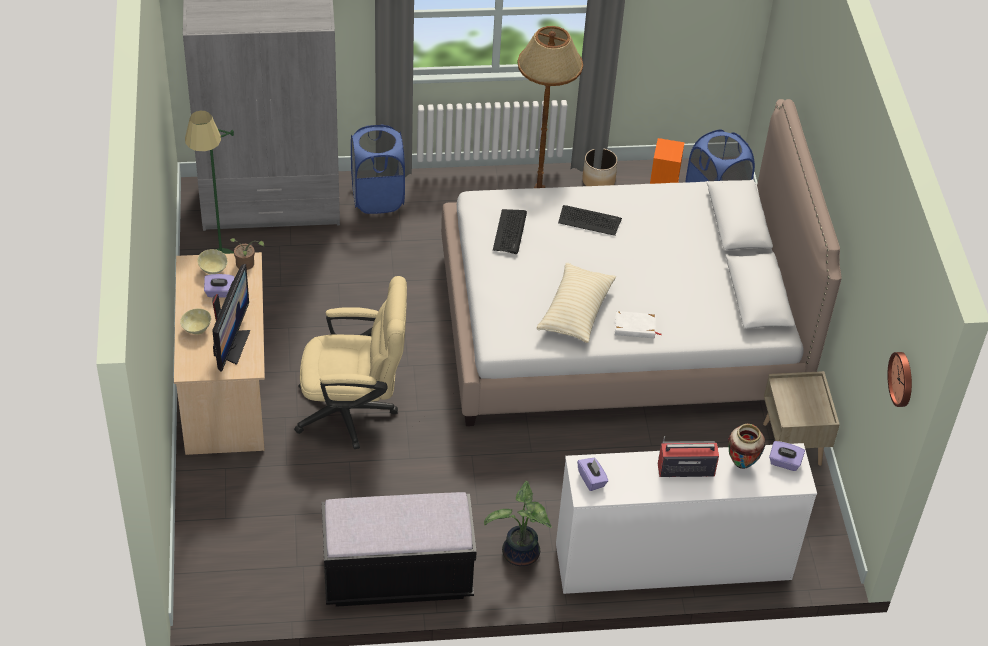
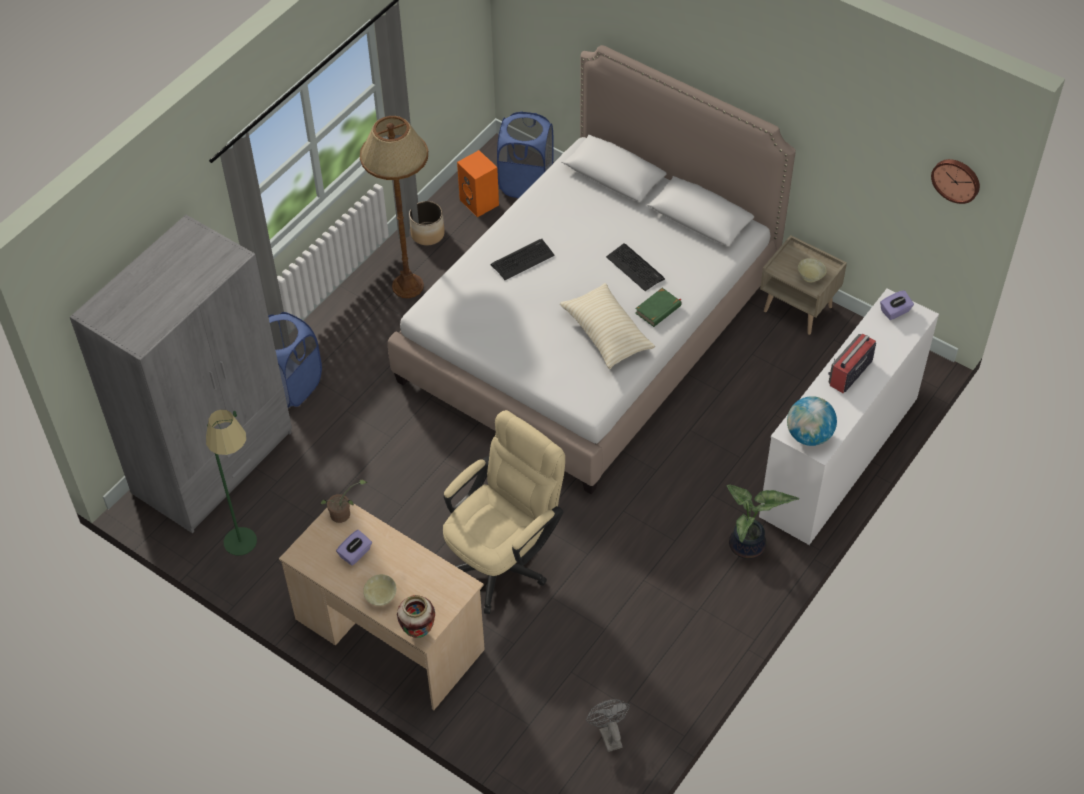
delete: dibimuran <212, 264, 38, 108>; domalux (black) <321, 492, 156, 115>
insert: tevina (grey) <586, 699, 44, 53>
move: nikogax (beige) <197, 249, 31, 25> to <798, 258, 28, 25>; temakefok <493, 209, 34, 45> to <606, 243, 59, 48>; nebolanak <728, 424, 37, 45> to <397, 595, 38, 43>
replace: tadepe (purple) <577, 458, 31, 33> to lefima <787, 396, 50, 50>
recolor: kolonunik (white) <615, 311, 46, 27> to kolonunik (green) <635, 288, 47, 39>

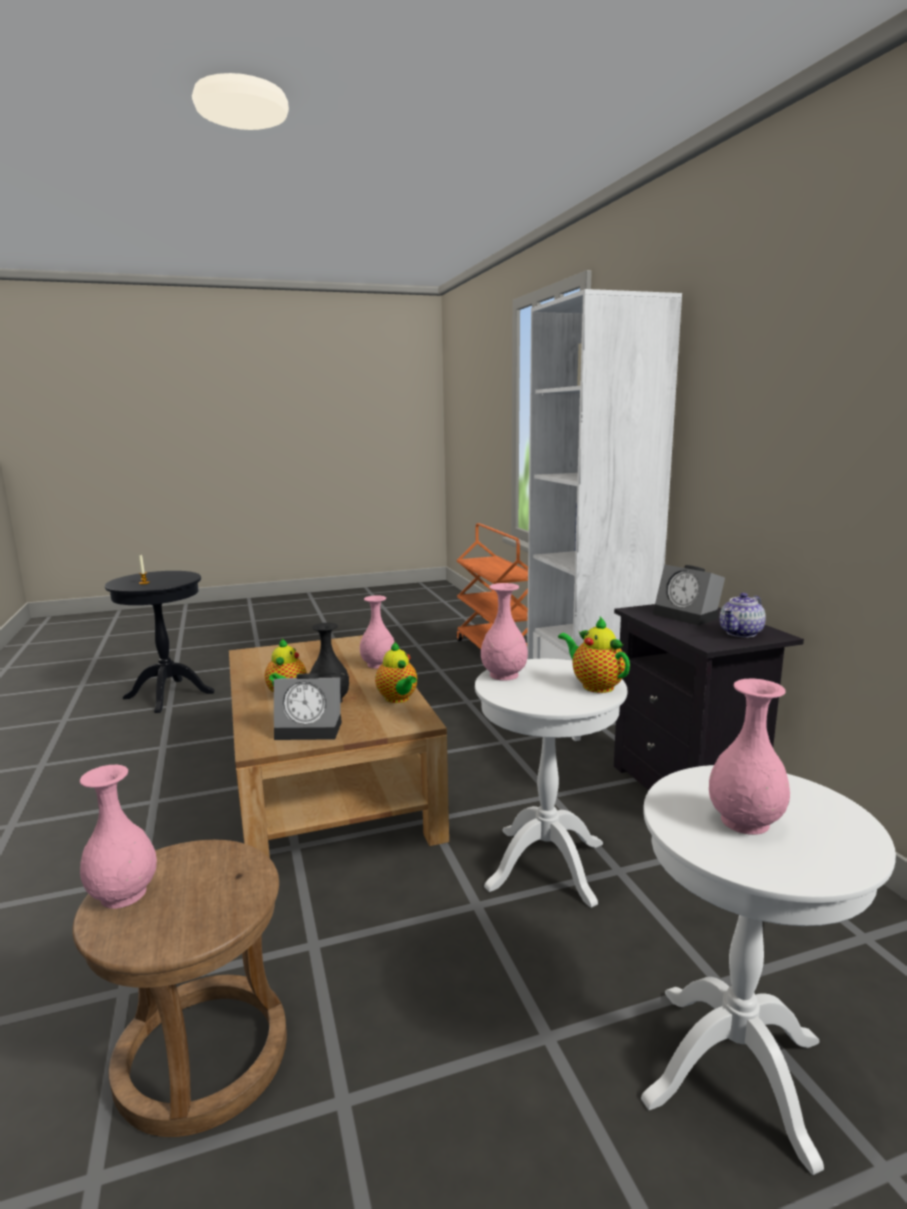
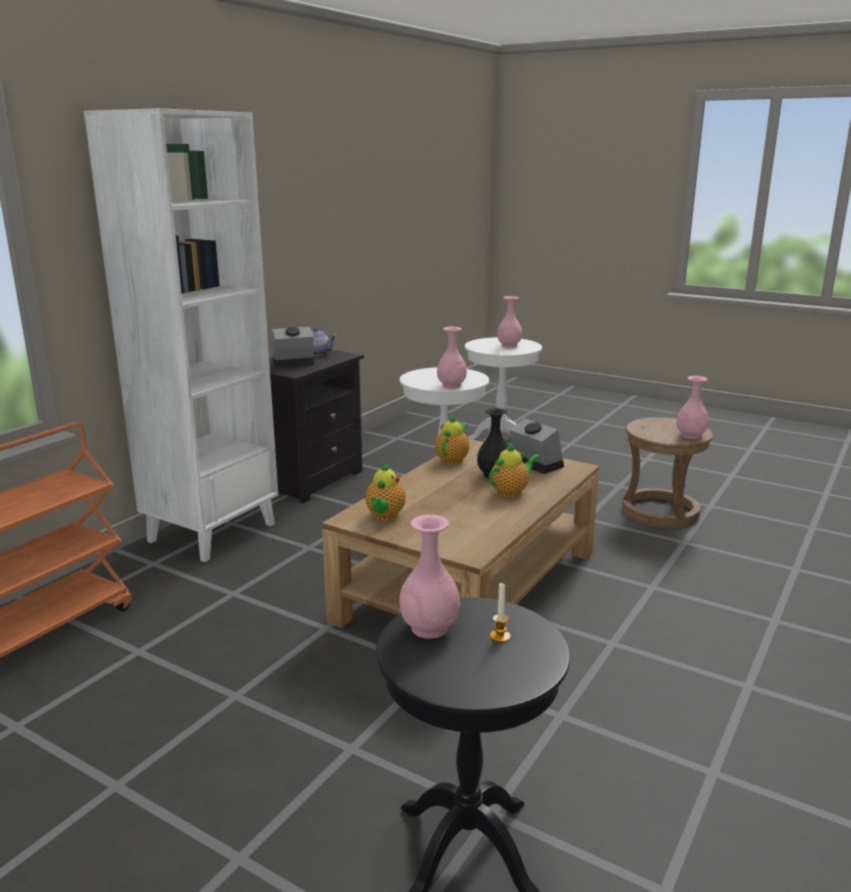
move: nebolanak (pink) <360, 596, 35, 73> to <399, 515, 61, 124>; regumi <558, 616, 72, 77> to <365, 462, 41, 58>
rotate: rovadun <653, 564, 72, 62> = <272, 327, 42, 41> 120 degrees counterclockwise

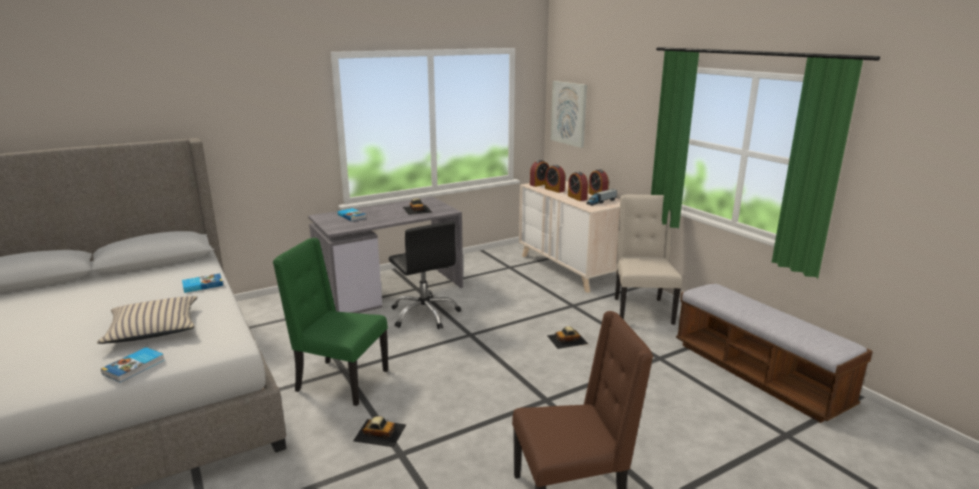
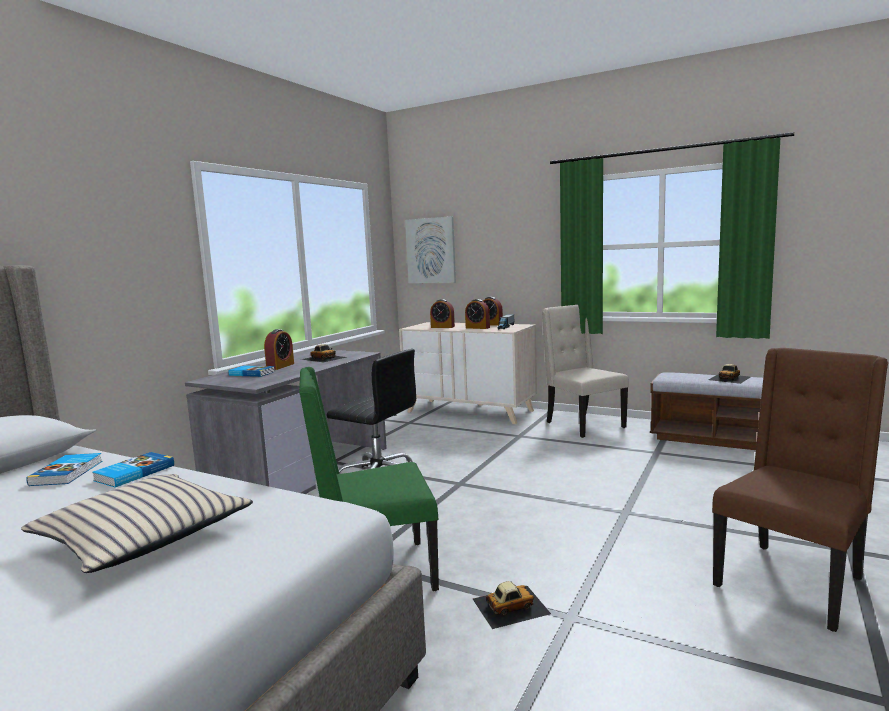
move: kolonunik <101, 347, 64, 35> to <26, 453, 77, 33>; rovadun <530, 160, 19, 27> to <264, 329, 30, 41>; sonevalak <547, 326, 41, 23> to <708, 364, 42, 20>

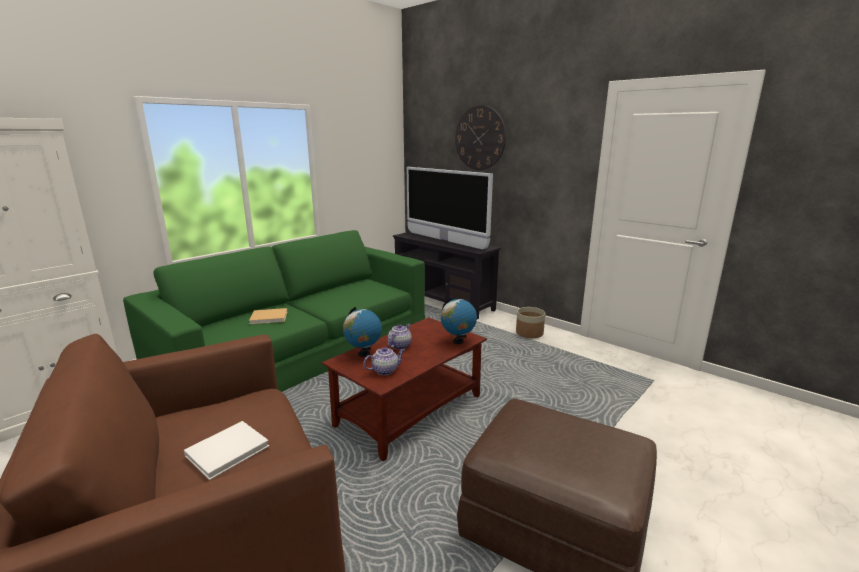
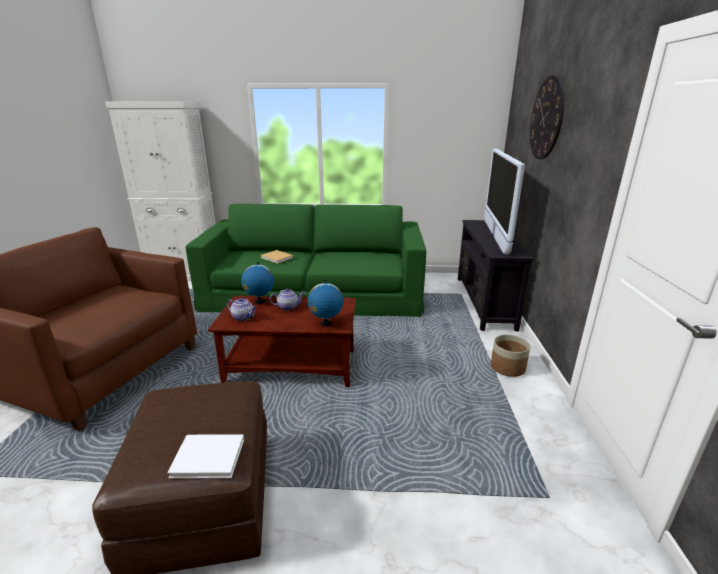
move: kolonunik (white) <184, 421, 85, 59> to <167, 434, 77, 45>

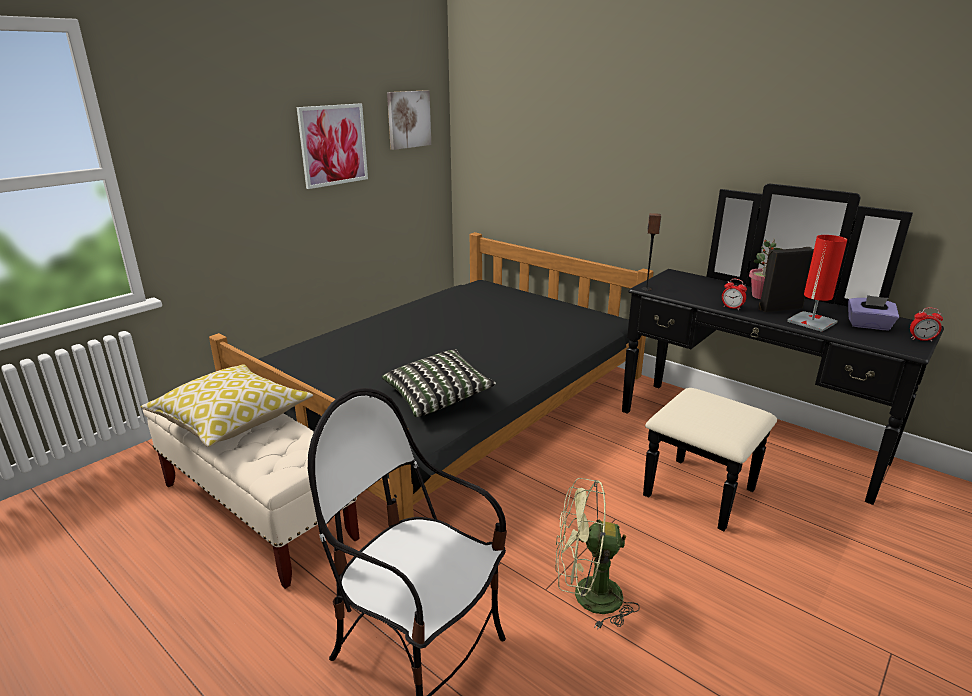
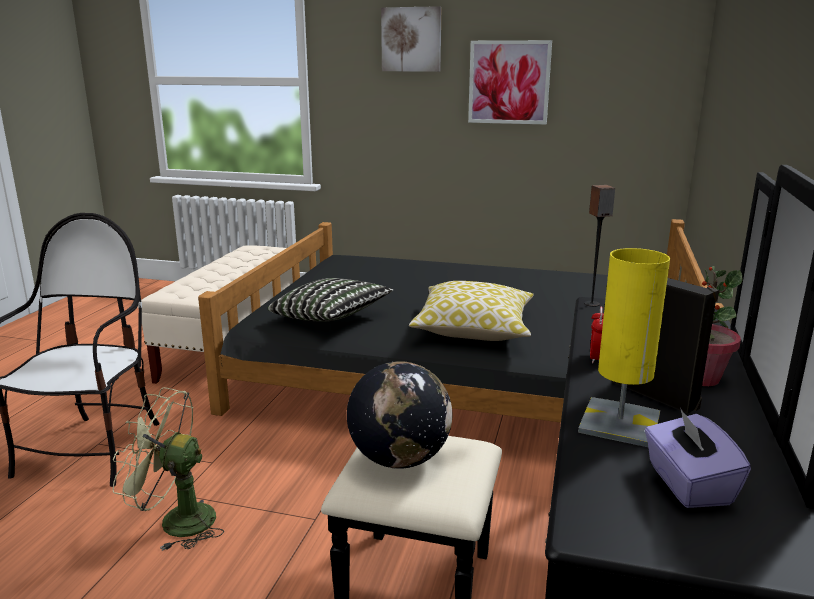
delete: rovadun <910, 308, 33, 34>
insert: lefima <347, 361, 105, 108>
move: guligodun <141, 364, 172, 83> to <409, 281, 125, 60>; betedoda <387, 90, 44, 60> to <381, 6, 60, 66>
recolor: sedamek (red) <787, 235, 60, 97> to sedamek (yellow) <578, 248, 92, 199>
rotate: tevina (green) <555, 478, 85, 152> = <113, 387, 111, 164> 60 degrees counterclockwise

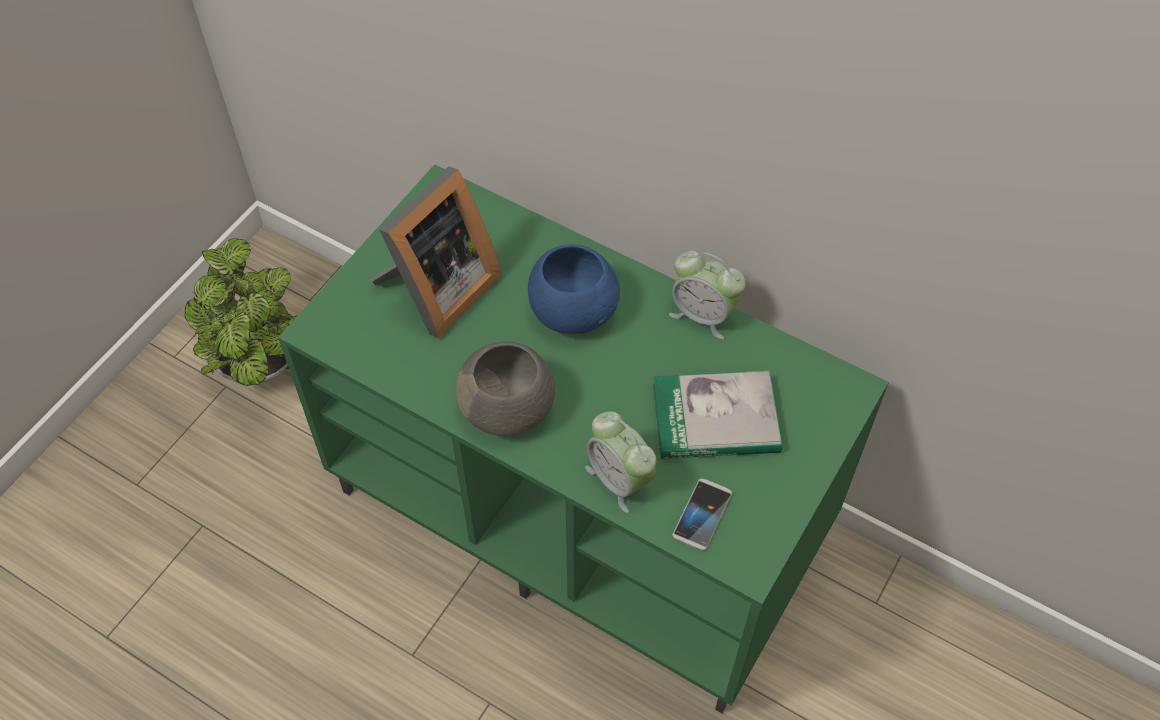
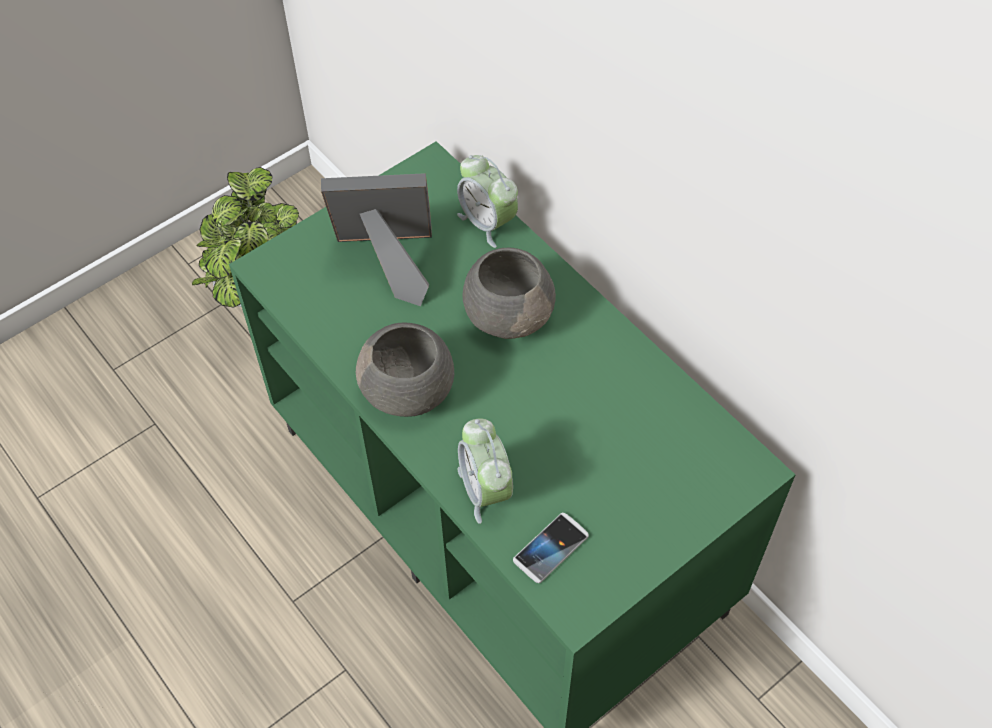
delete: kolonunik <653, 371, 129, 88>
move: rovadun <669, 251, 76, 88> to <457, 155, 61, 93>
recolor: nikogax (blue) <528, 244, 92, 90> to nikogax (grey) <463, 248, 93, 91>
rotate: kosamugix <370, 166, 132, 172> = <321, 173, 111, 133> 150 degrees counterclockwise

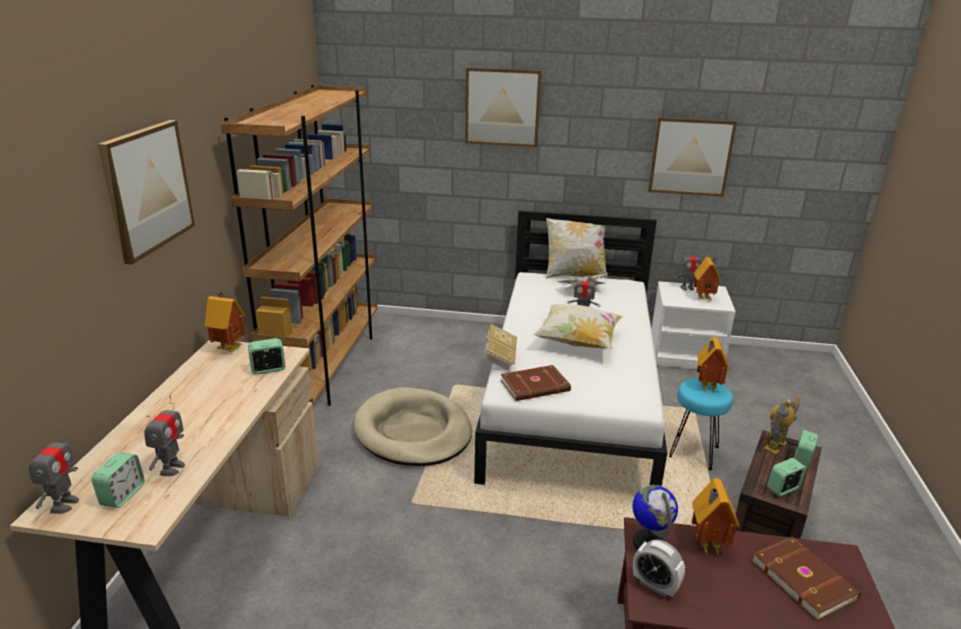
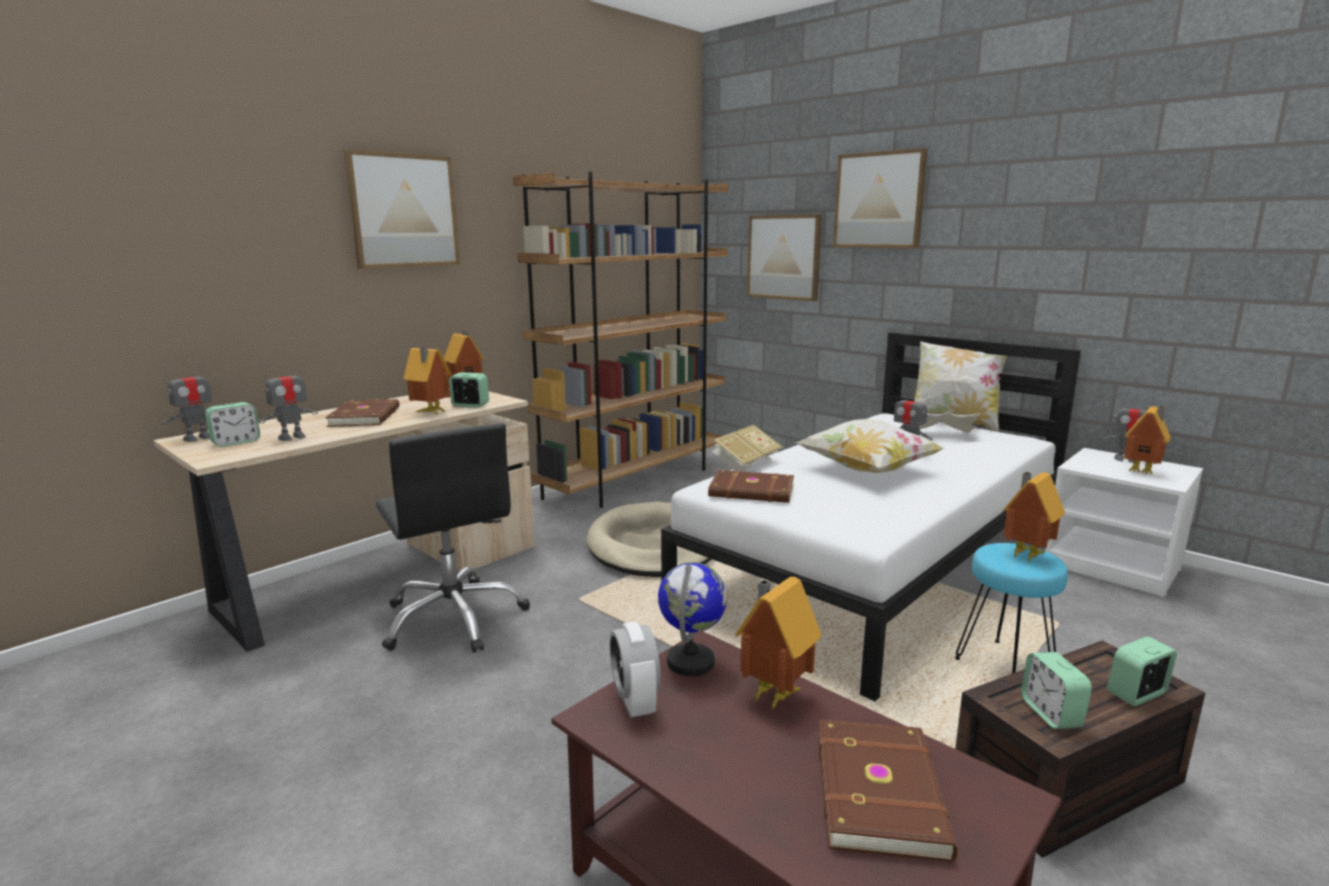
delete: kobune <764, 397, 37, 58>
insert: kolonunik (brown) <325, 399, 75, 28>; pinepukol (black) <376, 423, 154, 230>; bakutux <404, 347, 47, 67>
move: betedoda <648, 117, 89, 80> to <747, 214, 75, 87>
rotate: rovadun <767, 458, 39, 39> = <1021, 652, 71, 77> 105 degrees counterclockwise

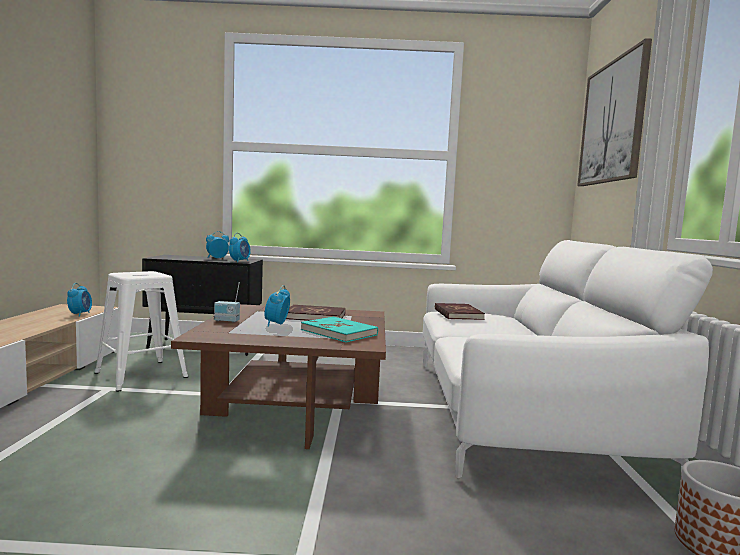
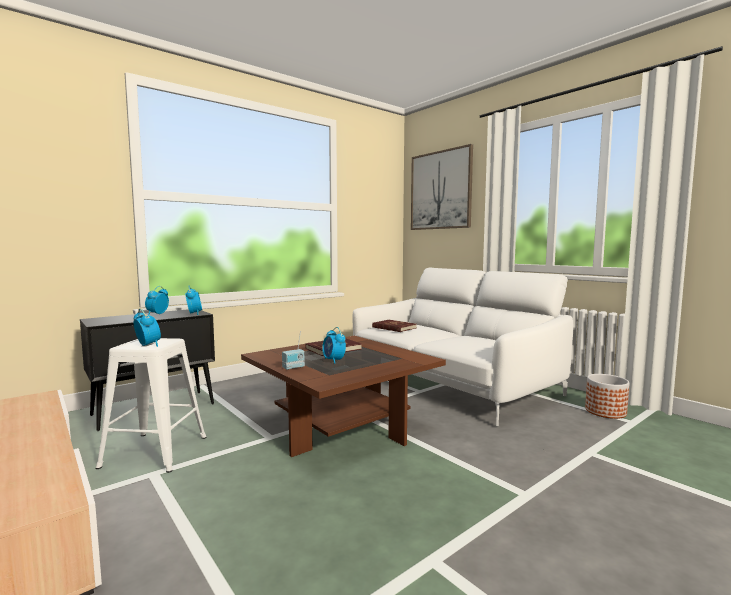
delete: kolonunik (turquoise) <301, 317, 77, 25>
move: rovadun <67, 283, 25, 34> to <134, 309, 27, 38>

